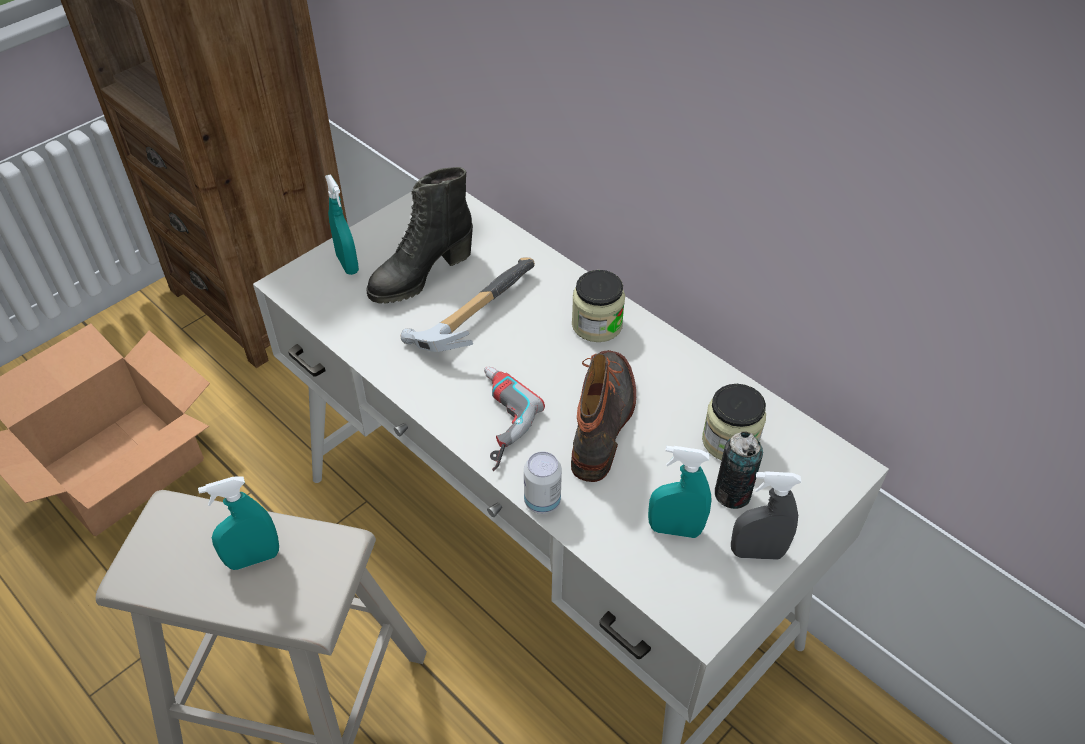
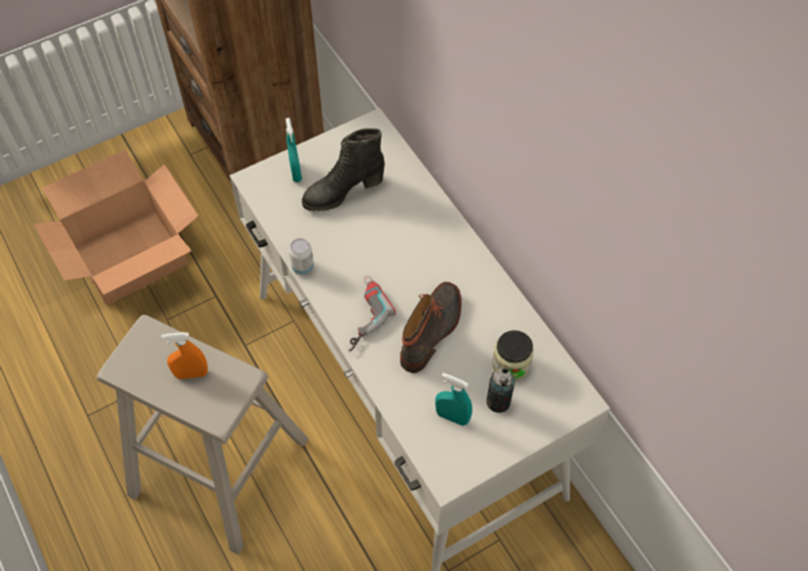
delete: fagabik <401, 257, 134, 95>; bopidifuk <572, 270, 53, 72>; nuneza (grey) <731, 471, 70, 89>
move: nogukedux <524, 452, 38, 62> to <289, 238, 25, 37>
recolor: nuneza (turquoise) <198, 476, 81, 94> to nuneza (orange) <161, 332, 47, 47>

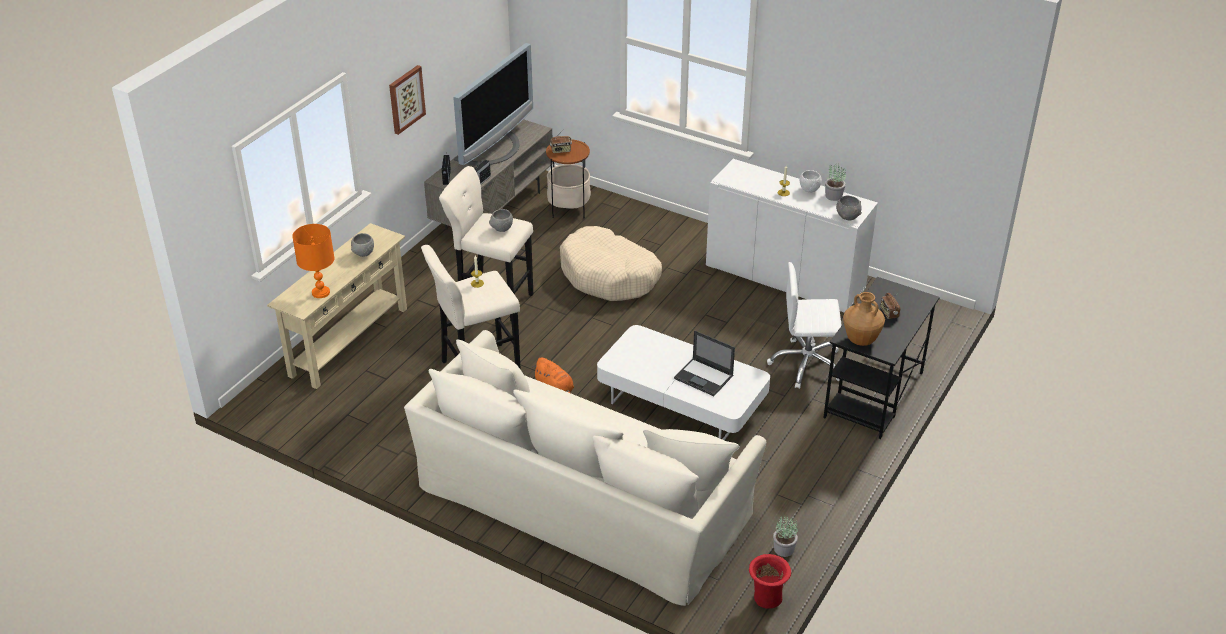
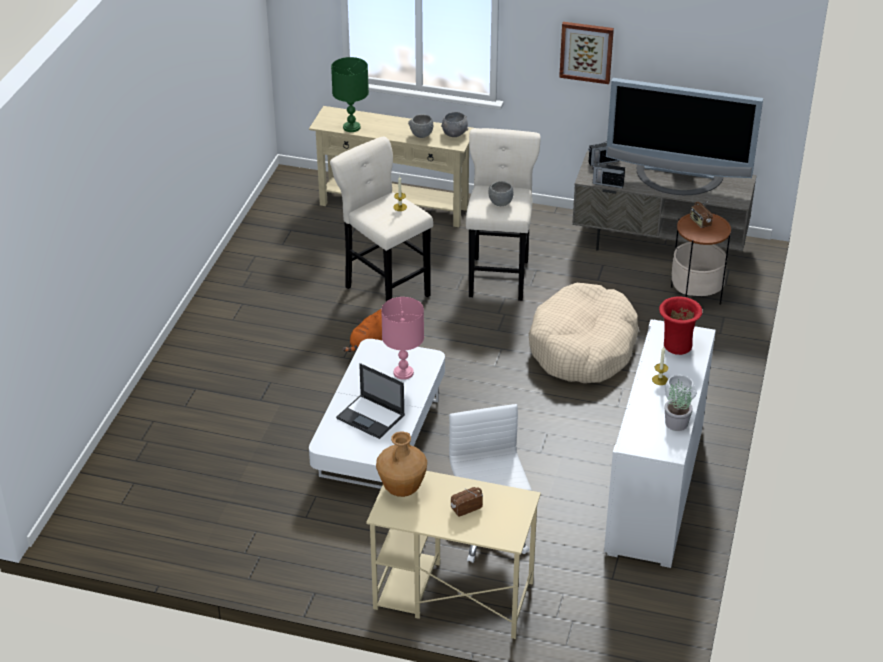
delete: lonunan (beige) <404, 330, 362, 276>; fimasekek <773, 516, 25, 41>
insert: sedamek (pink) <381, 297, 43, 83>
move: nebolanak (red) <749, 554, 42, 55> to <659, 297, 43, 58>; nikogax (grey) <836, 196, 26, 24> to <441, 112, 27, 25>
recolor: sedamek (orange) <292, 224, 42, 74> to sedamek (green) <331, 57, 38, 75>; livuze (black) <823, 277, 117, 162> to livuze (beige) <366, 471, 175, 168>
rotate: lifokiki <674, 330, 61, 66> = <336, 363, 69, 76> 75 degrees counterclockwise

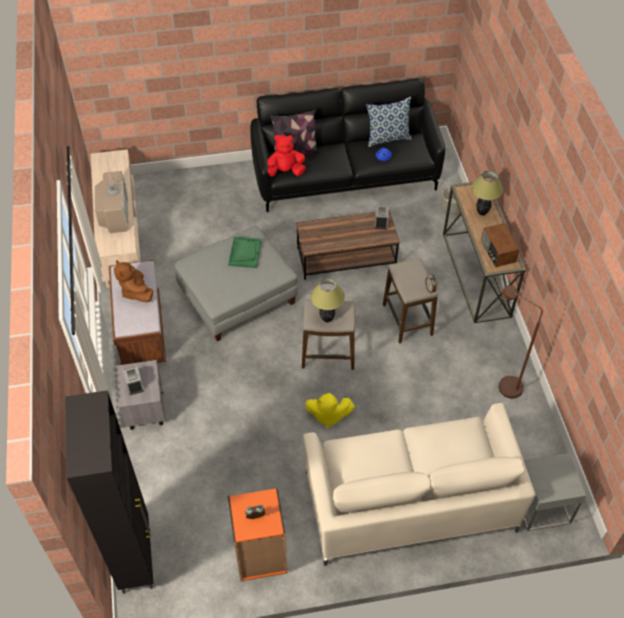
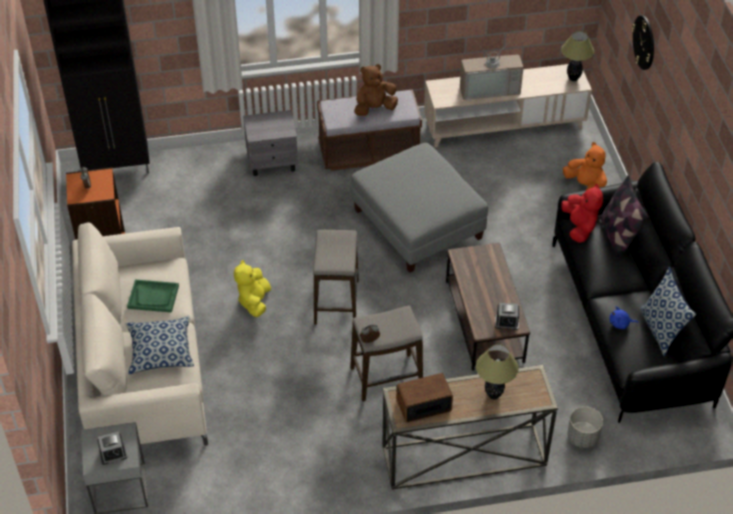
delete: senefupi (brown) <499, 285, 44, 113>
insert: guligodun <126, 315, 68, 59>; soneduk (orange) <563, 142, 44, 48>; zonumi <632, 15, 22, 55>
move: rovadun <123, 366, 21, 29> to <97, 432, 30, 33>; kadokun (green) <228, 237, 34, 31> to <127, 280, 52, 33>; sedamek <311, 278, 34, 44> to <561, 31, 33, 50>

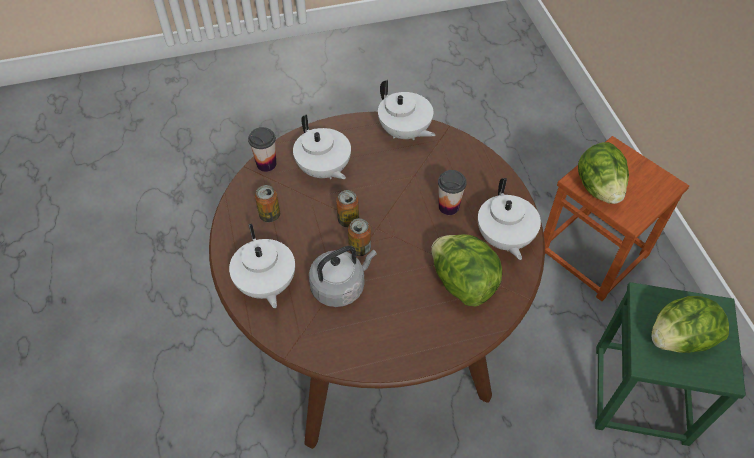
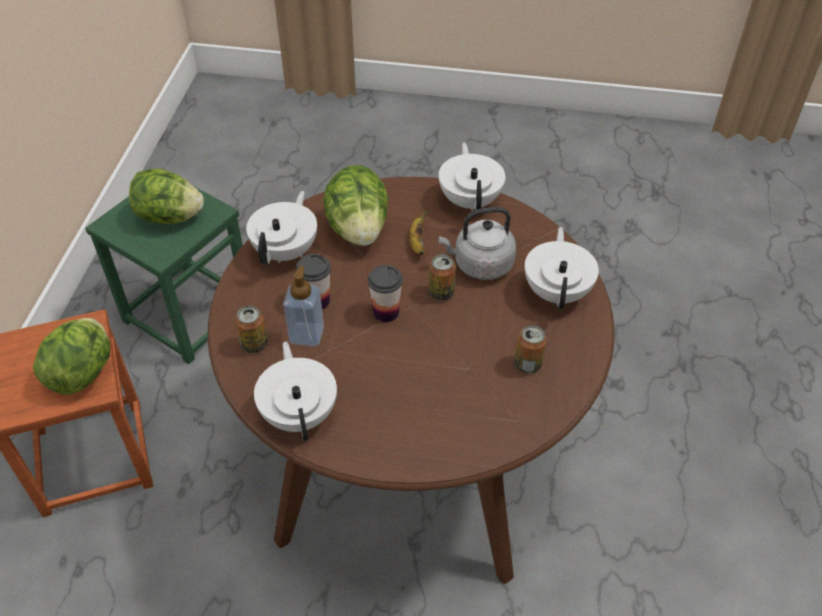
insert: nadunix <283, 266, 41, 81>; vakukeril <409, 209, 19, 46>
move: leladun <248, 127, 28, 45> to <368, 265, 35, 57>; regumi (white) <293, 115, 58, 64> to <439, 142, 66, 69>; nogukedux <336, 190, 23, 37> to <235, 305, 33, 48>

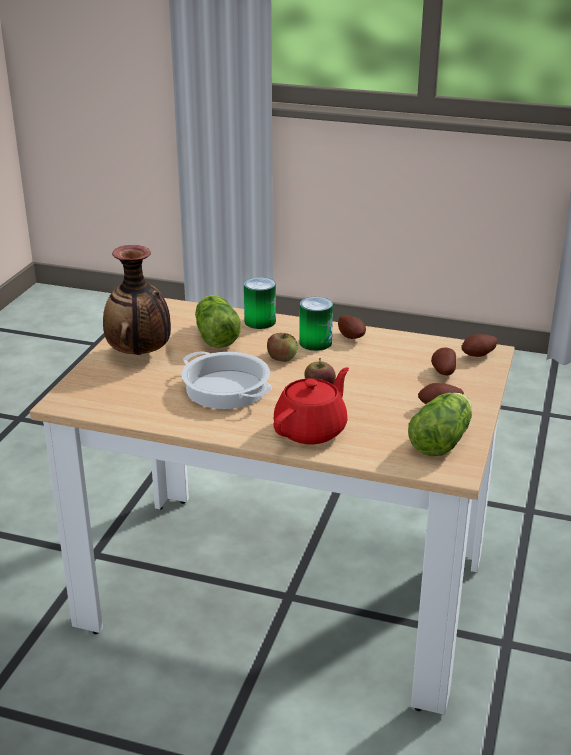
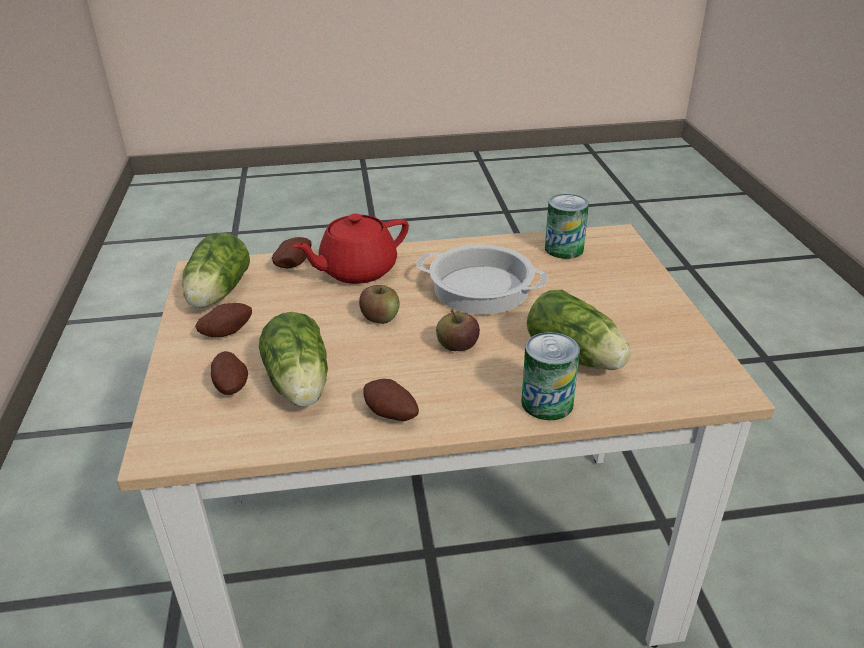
delete: nebolanak <103, 245, 68, 110>
insert: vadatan <259, 312, 69, 95>
move: nogukedux <299, 297, 34, 54> to <545, 194, 44, 65>; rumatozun <462, 334, 36, 23> to <272, 237, 39, 31>
rotate: regumi (red) <273, 367, 76, 77> = <292, 214, 117, 70> 45 degrees clockwise

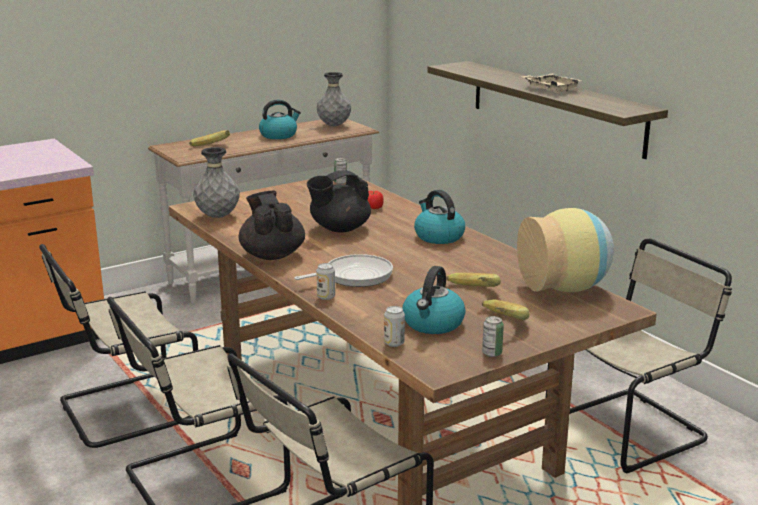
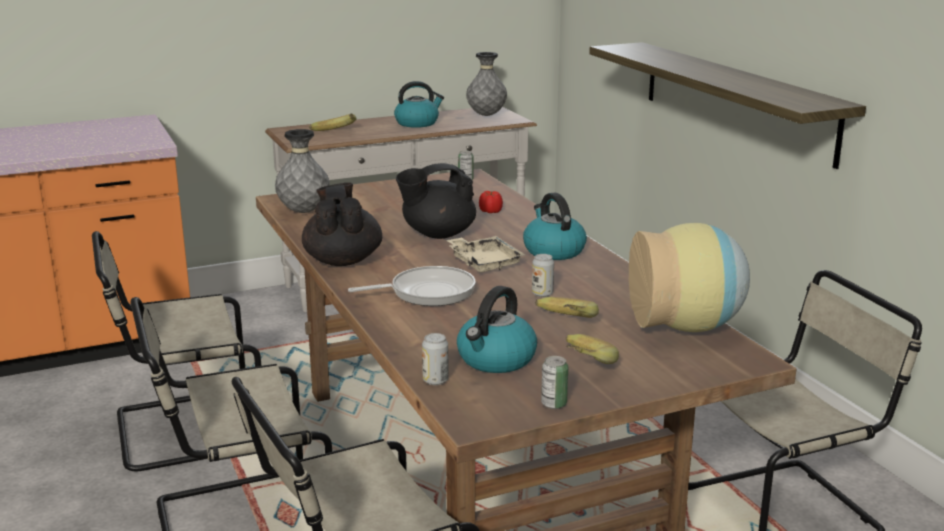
move: nogukedux <316, 263, 19, 37> to <532, 254, 22, 43>; kadokun (beige) <522, 73, 59, 19> to <446, 236, 79, 36>

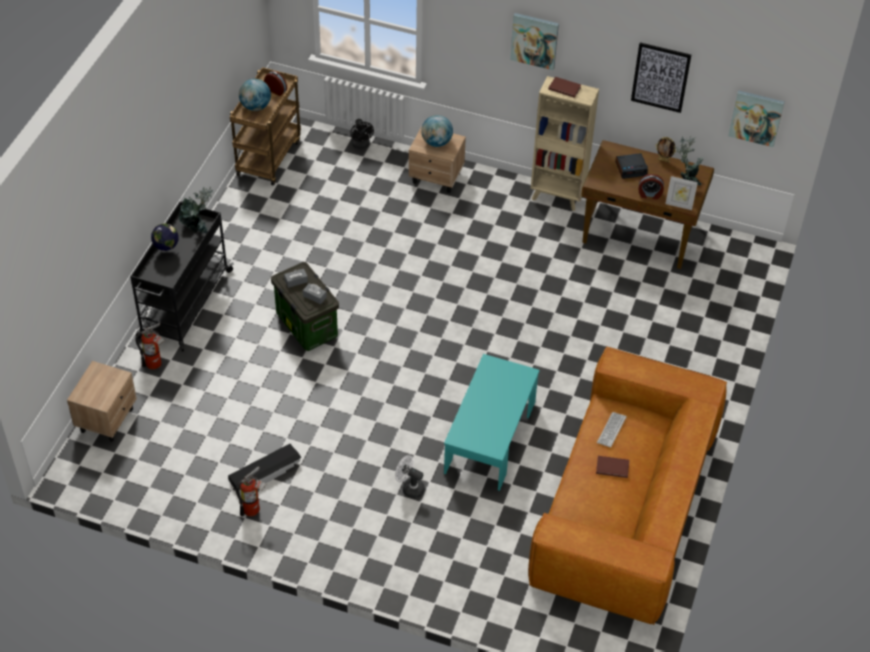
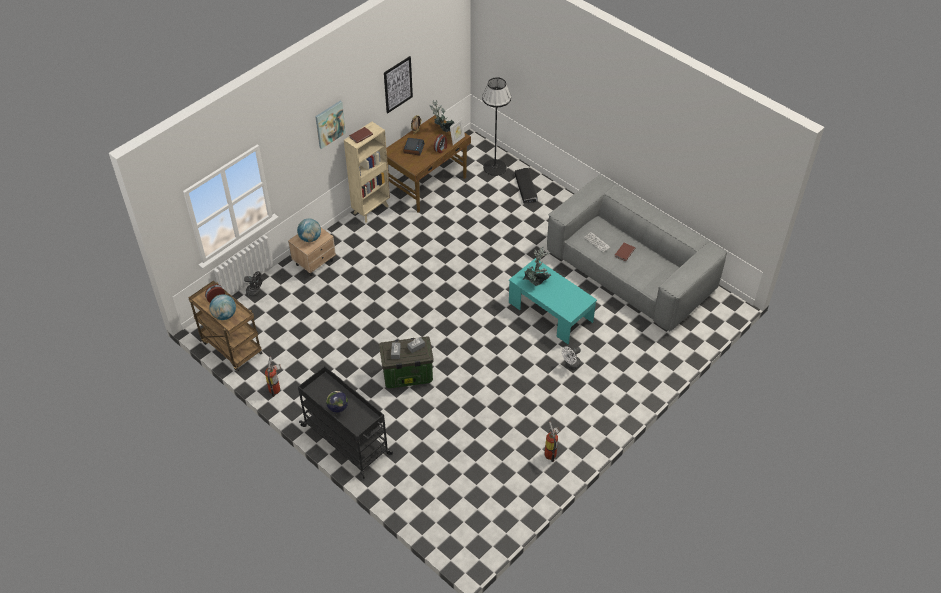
delete: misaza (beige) <67, 361, 70, 81>; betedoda <728, 90, 56, 57>
insert: senefupi (black) <482, 77, 29, 99>
move: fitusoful <136, 322, 29, 48> to <265, 357, 16, 40>; fimasekek <179, 187, 34, 46> to <522, 247, 29, 39>; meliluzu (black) <228, 444, 74, 53> to <515, 168, 23, 36>
recolor: lonunan (brown) <528, 346, 199, 279> to lonunan (grey) <547, 175, 180, 156>

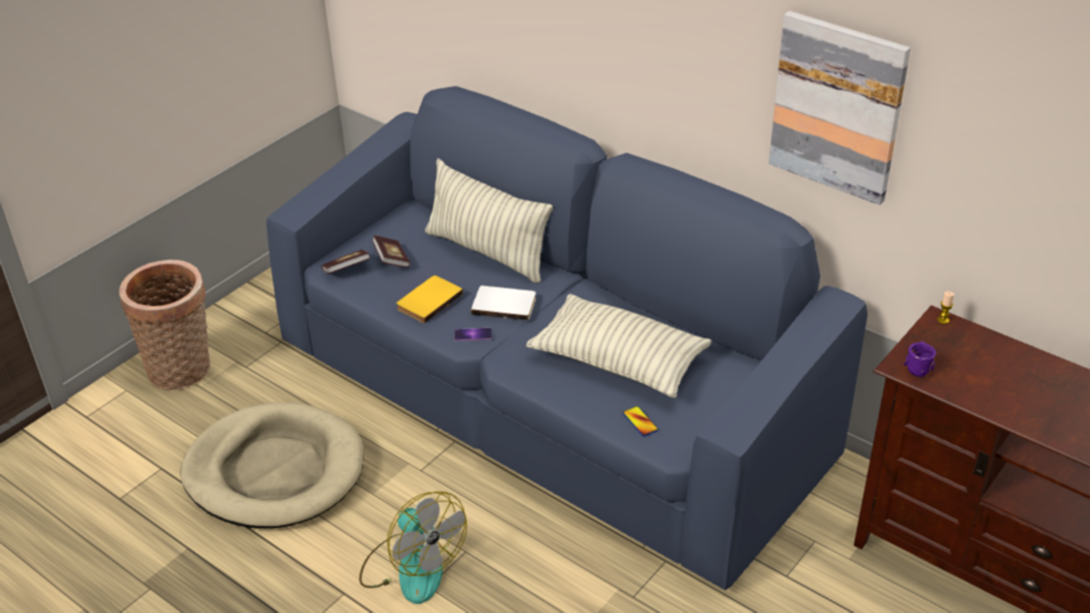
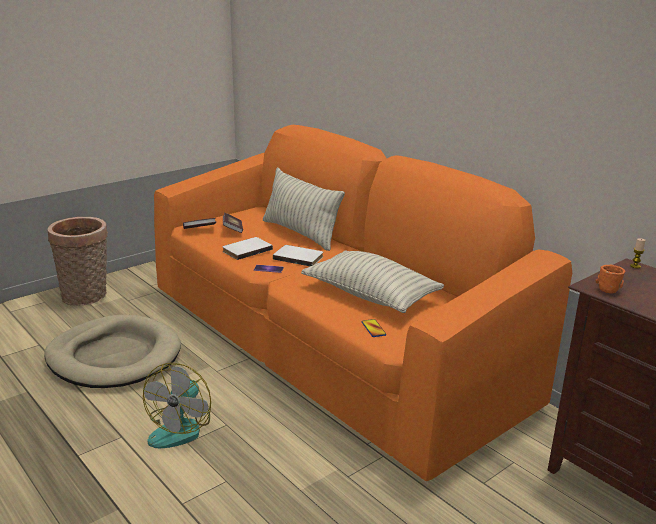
delete: betedoda <769, 11, 142, 194>
recolor: lonunan (blue) <266, 86, 602, 504> to lonunan (orange) <154, 125, 418, 356>; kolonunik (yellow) <396, 275, 67, 48> to kolonunik (white) <222, 237, 51, 23>; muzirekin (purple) <904, 341, 32, 36> to muzirekin (orange) <596, 265, 29, 29>
rotate: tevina <359, 492, 108, 112> = <143, 363, 68, 85> 45 degrees clockwise

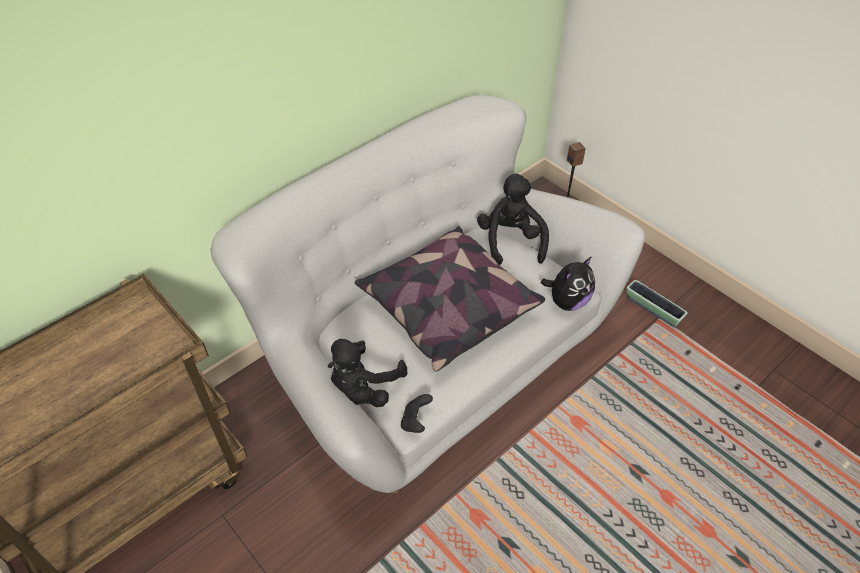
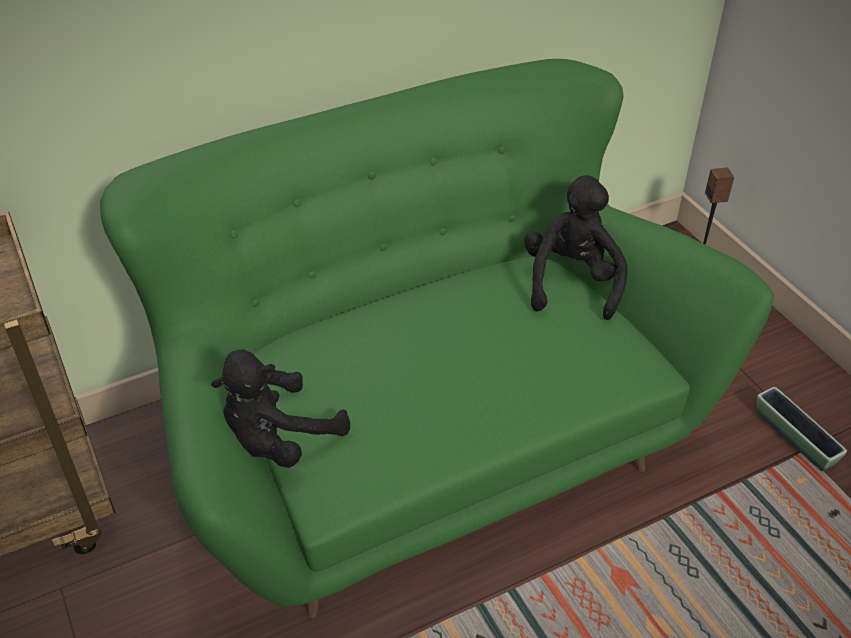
delete: guligodun <355, 226, 190, 146>; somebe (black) <401, 394, 32, 39>; soneduk <541, 256, 54, 55>
recolor: lonunan (white) <210, 95, 435, 399> to lonunan (green) <100, 59, 674, 559>

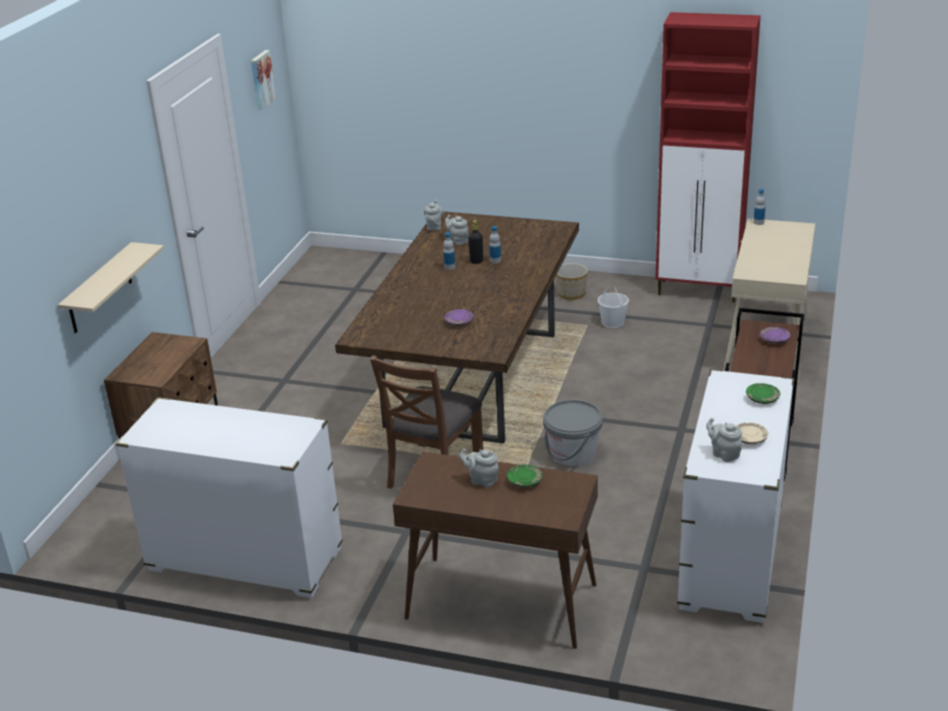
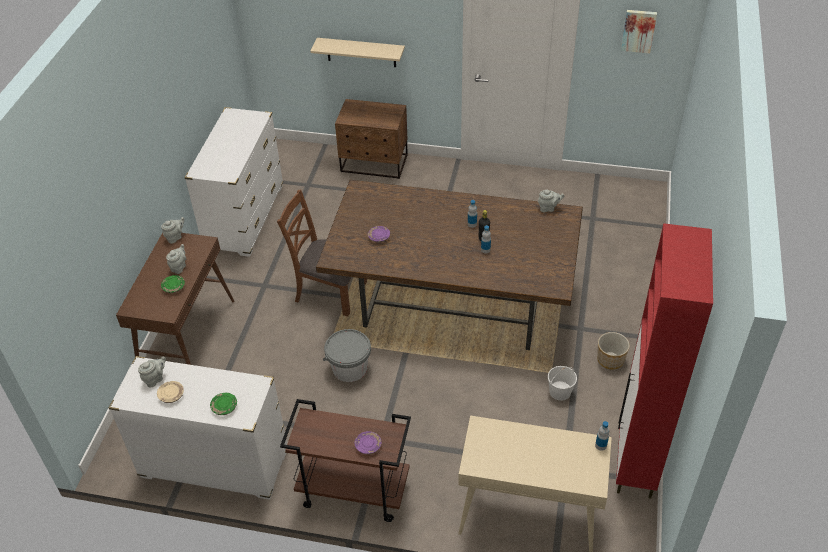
move: regumi (grey) <445, 215, 24, 30> to <161, 217, 23, 27>

